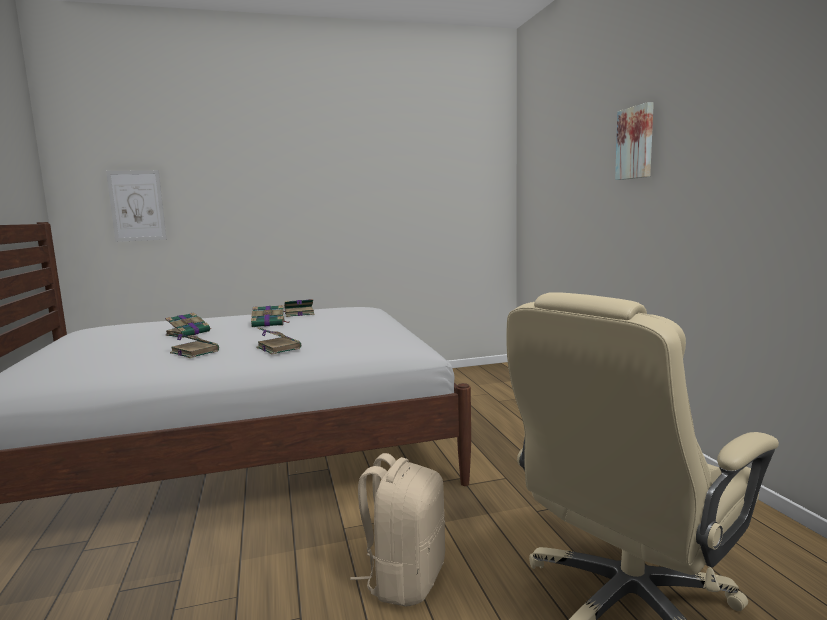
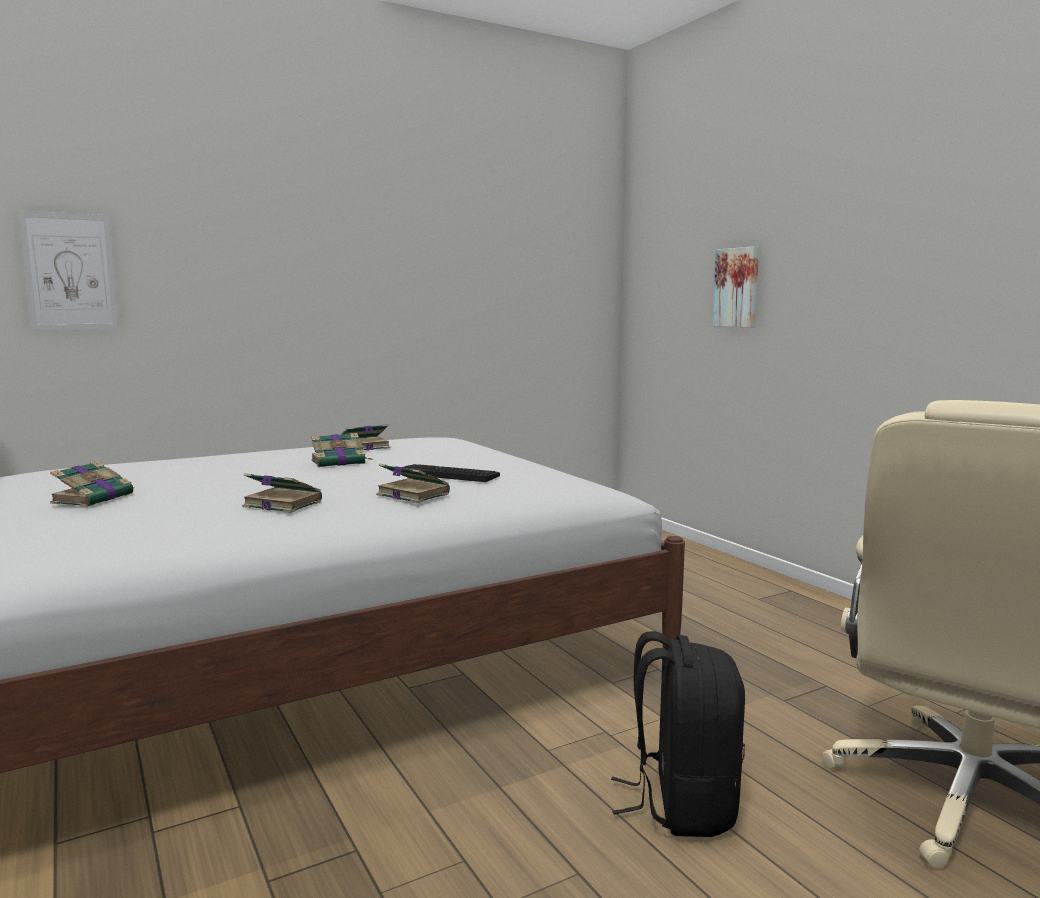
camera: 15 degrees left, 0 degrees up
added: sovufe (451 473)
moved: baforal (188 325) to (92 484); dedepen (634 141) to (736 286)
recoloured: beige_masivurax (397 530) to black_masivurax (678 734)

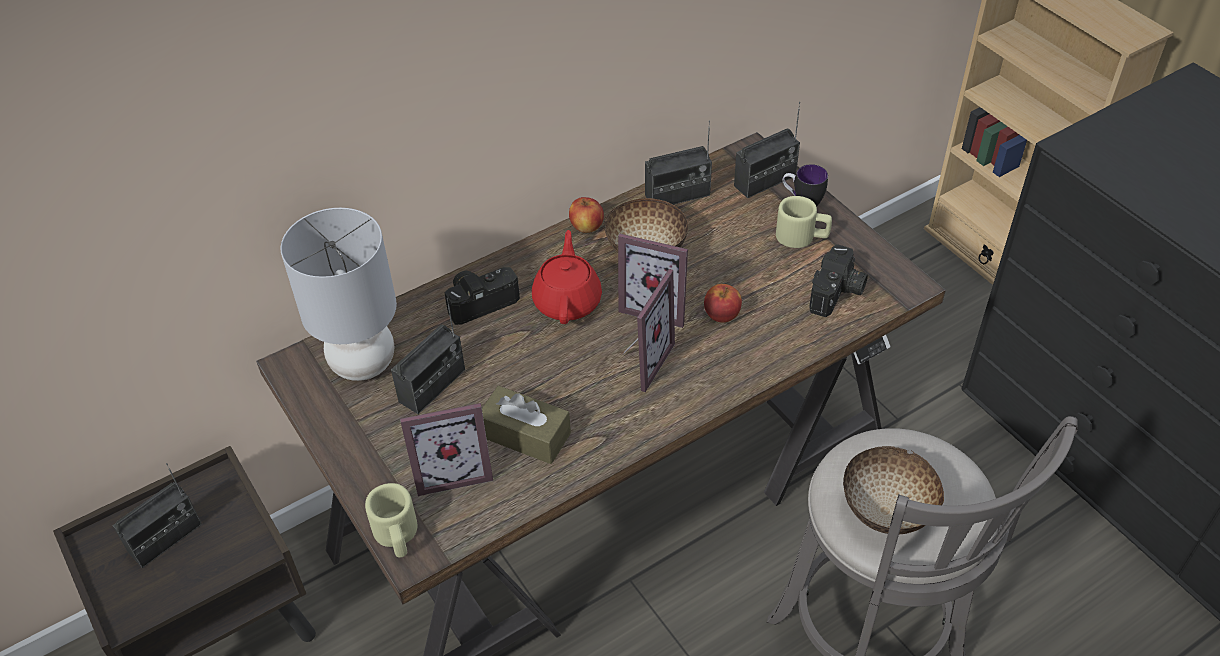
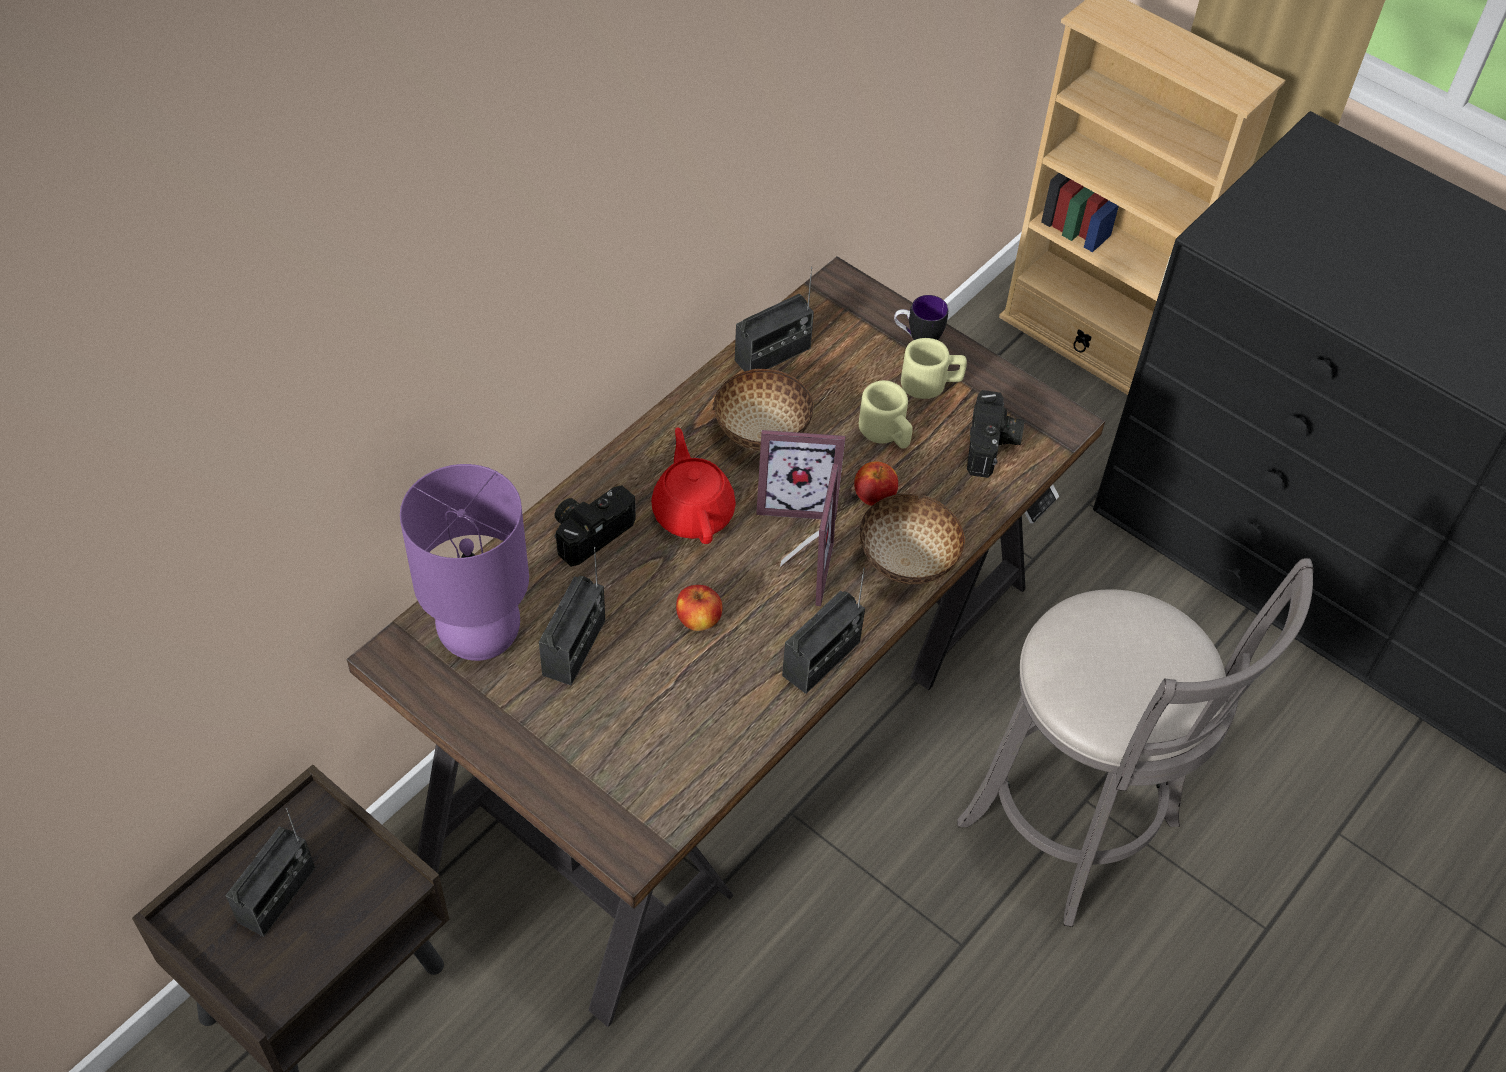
camera: 20 degrees left, 5 degrees up
removed: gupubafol (446 449); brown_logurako (526 425)
moved: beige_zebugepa (391 520) to (886 414); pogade (586 215) to (699 608); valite (767 150) to (823 631); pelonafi (893 490) to (912 538)
recoloured: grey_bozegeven (338 294) to purple_bozegeven (464 562)

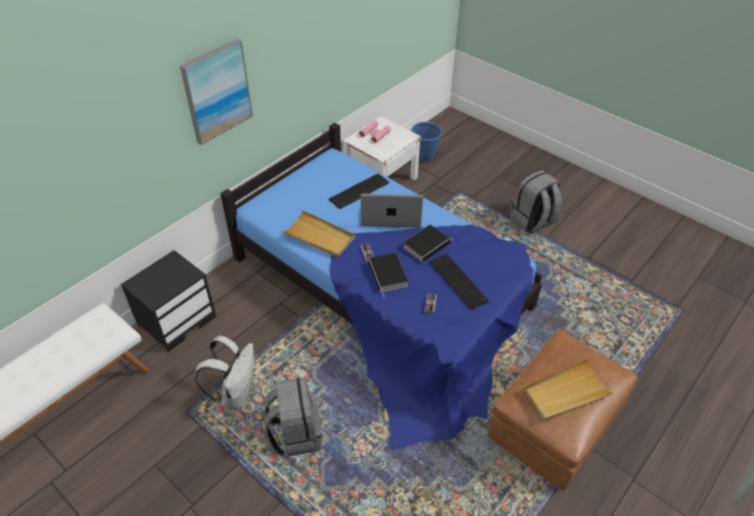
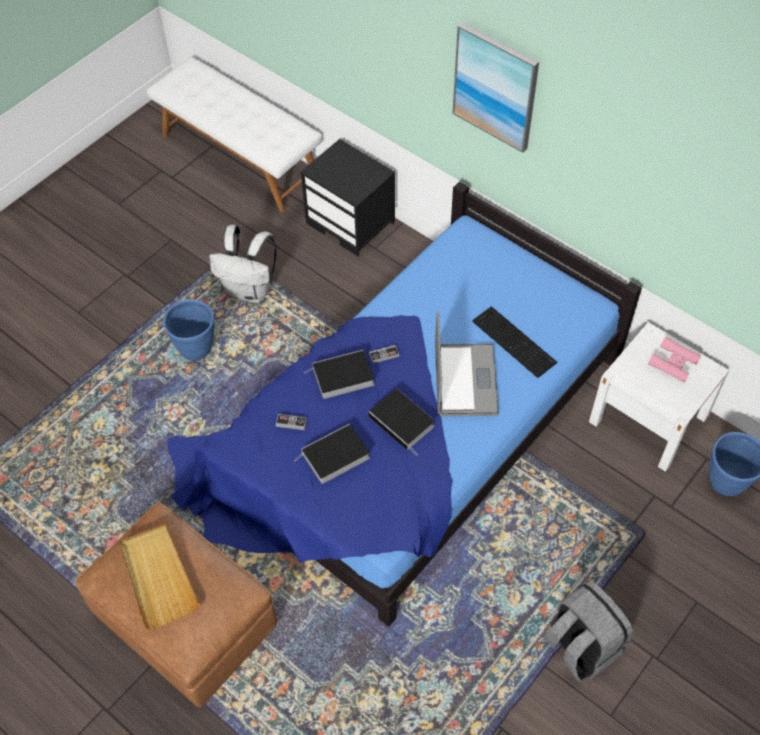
camera: 90 degrees right, 10 degrees up
removed: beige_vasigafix (318 233)
replaced: grey_masivurax (293 417) to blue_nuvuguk (188 330); sovufe (459 282) to baforal (332 454)

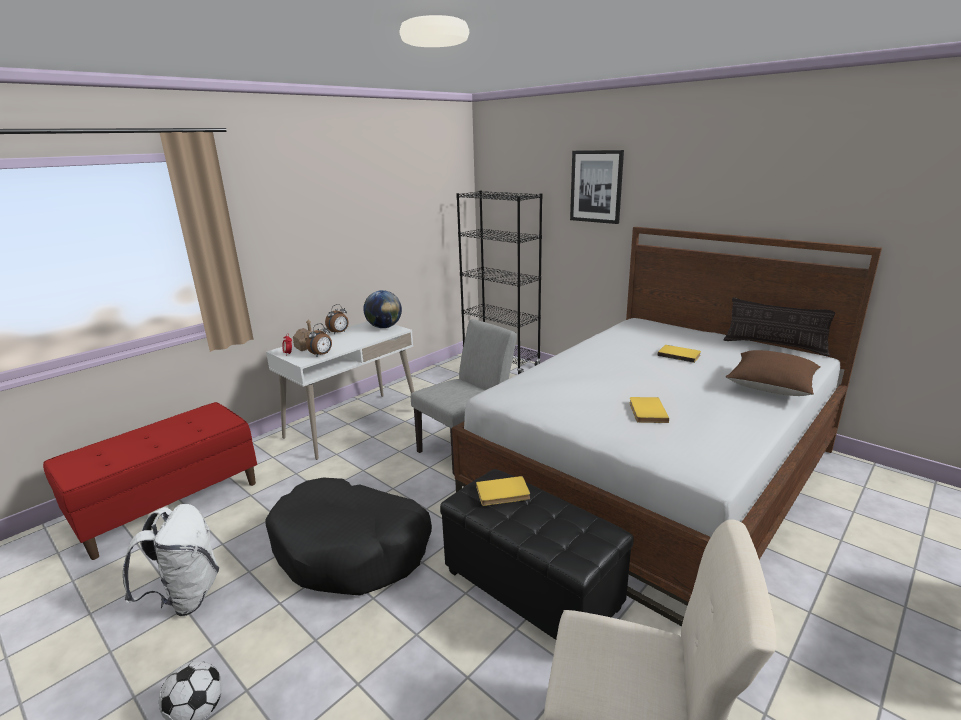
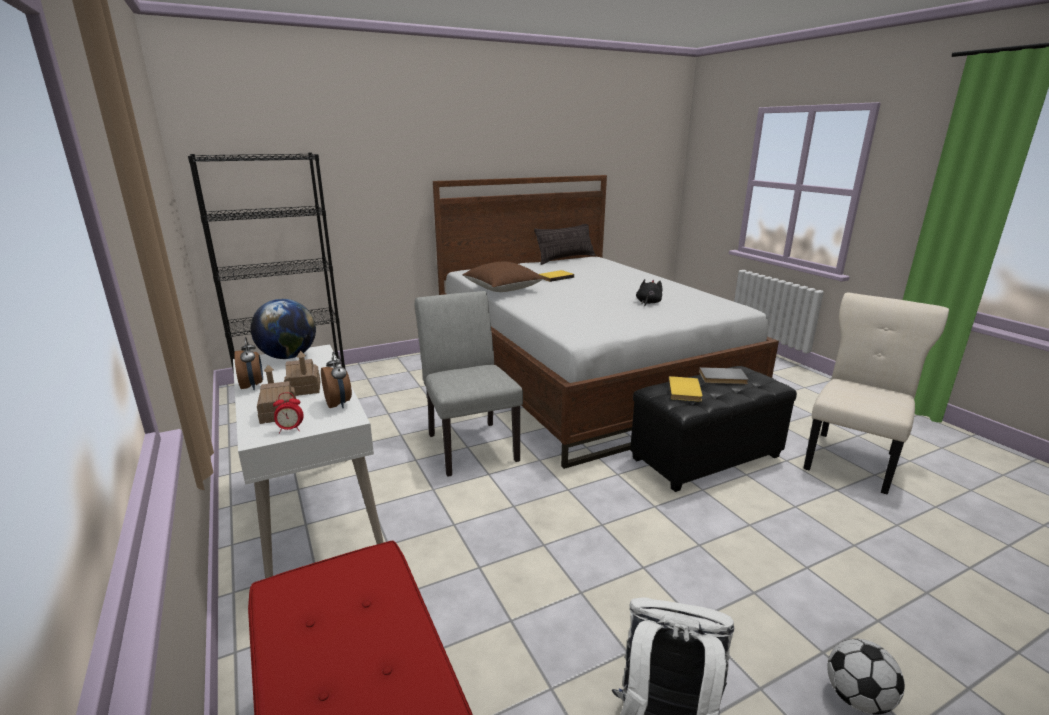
camera: 70 degrees left, 0 degrees up
removed: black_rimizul (349 536); dedepen (597 187)
added: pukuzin (302 373); grey_baforal (723 375)
moved: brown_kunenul (773 373) to (503 277)
replaced: yellow_baforal (649 410) to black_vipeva (649 292)

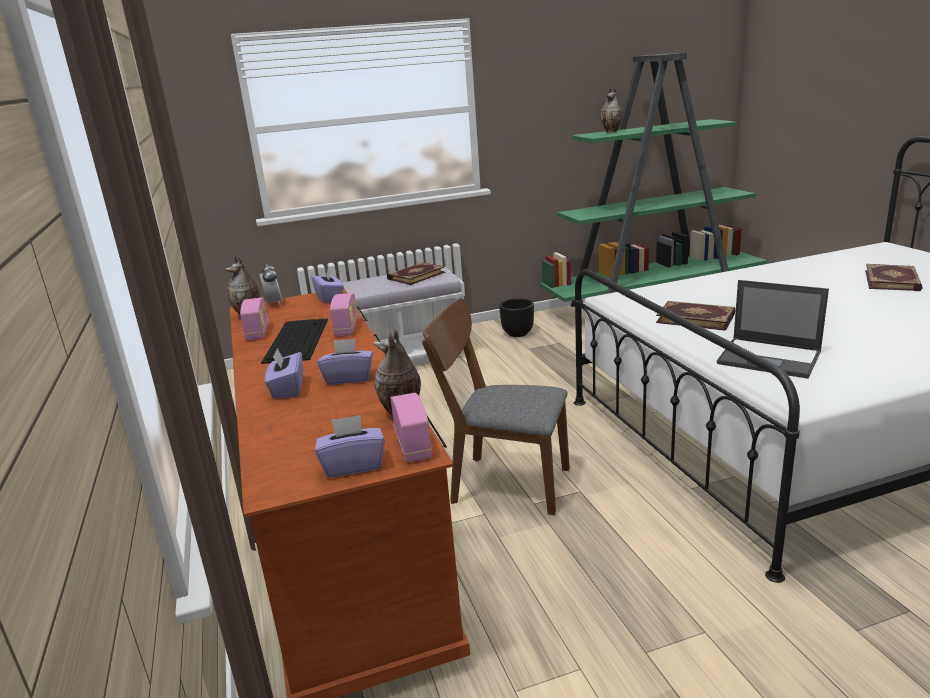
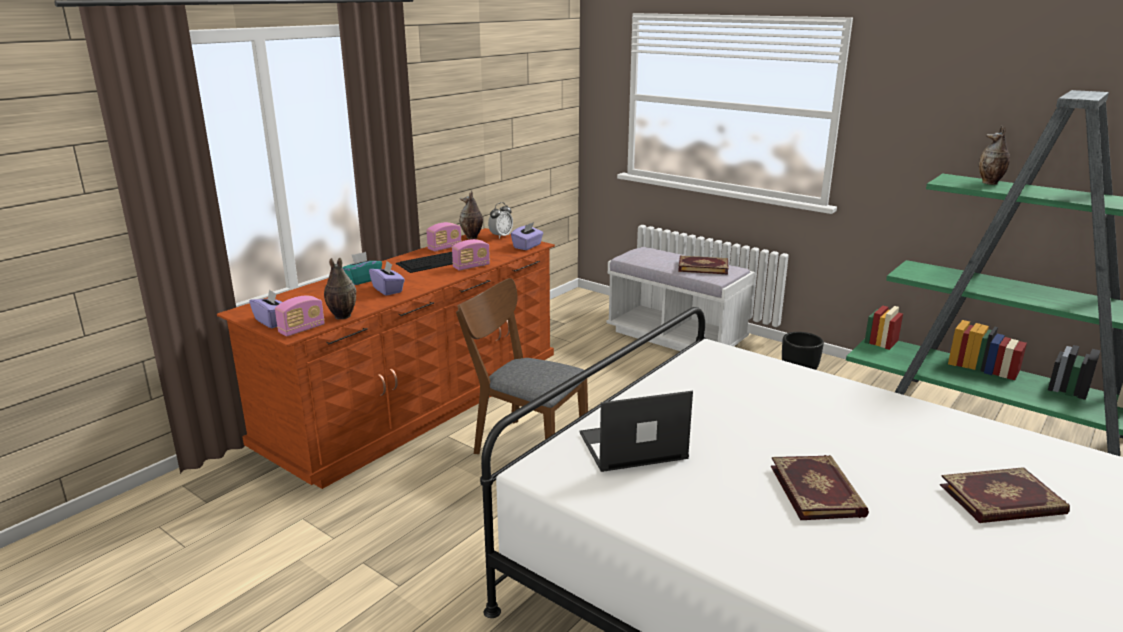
camera: 55 degrees right, 0 degrees up
moved: baforal (695 316) to (820 487)
recoloured: purple_logurako (284 373) to turquoise_logurako (362 268)
turned: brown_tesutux (496 406) = (522 366) 45 degrees counterclockwise; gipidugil (773 329) = (636 431) 75 degrees clockwise

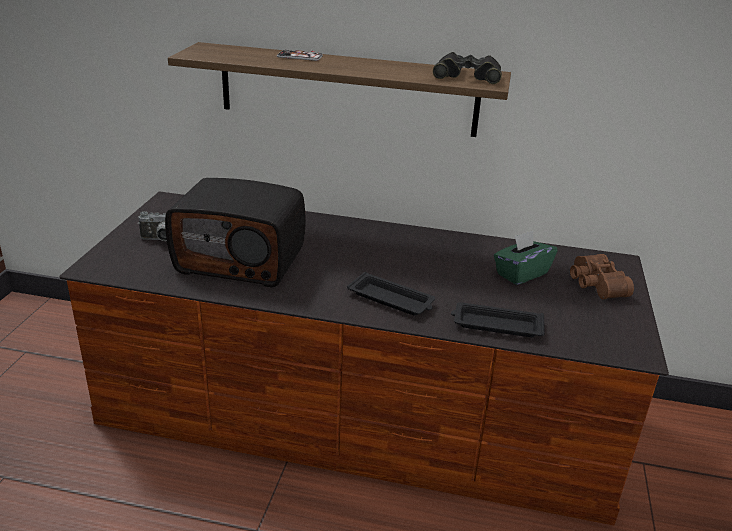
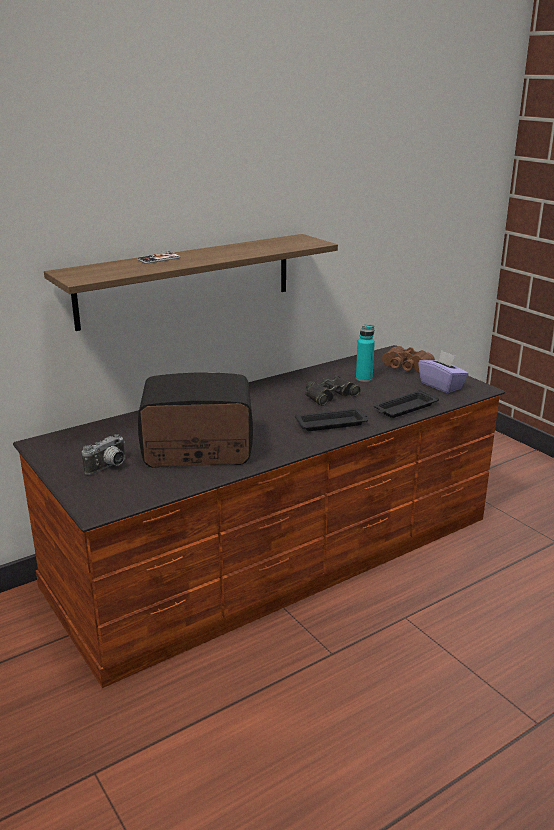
camera: 45 degrees left, 5 degrees down
added: purple_logurako (443 371)
moved: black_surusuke (467 68) to (333 391)
replaced: green_logurako (526 258) to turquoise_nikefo (365 353)
turned: valite (235 233) = (195 420) 150 degrees counterclockwise

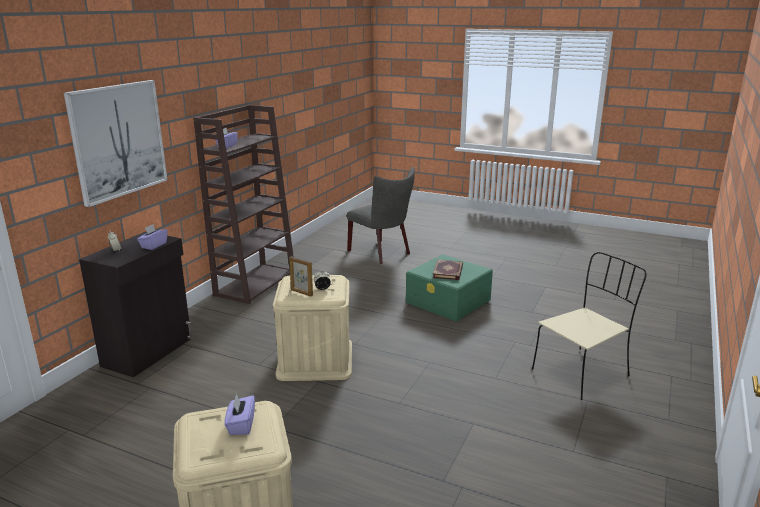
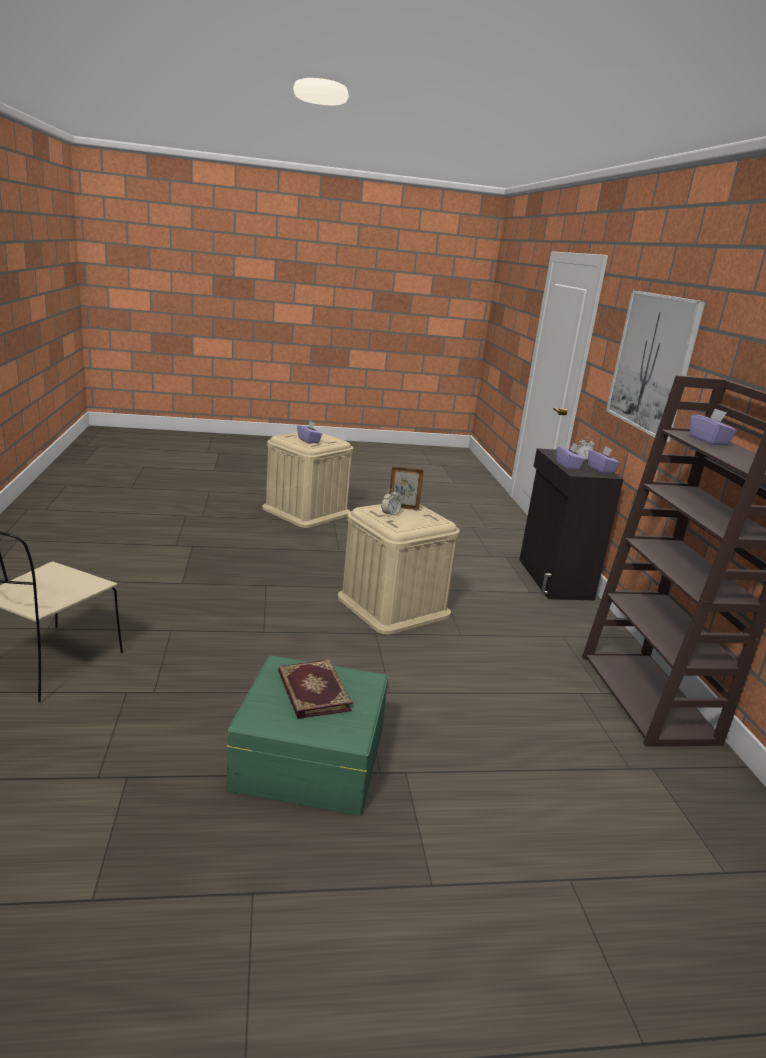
camera: 145 degrees right, 0 degrees up
removed: grey_tesutux (381 215)
added: purple_logurako (604 460)

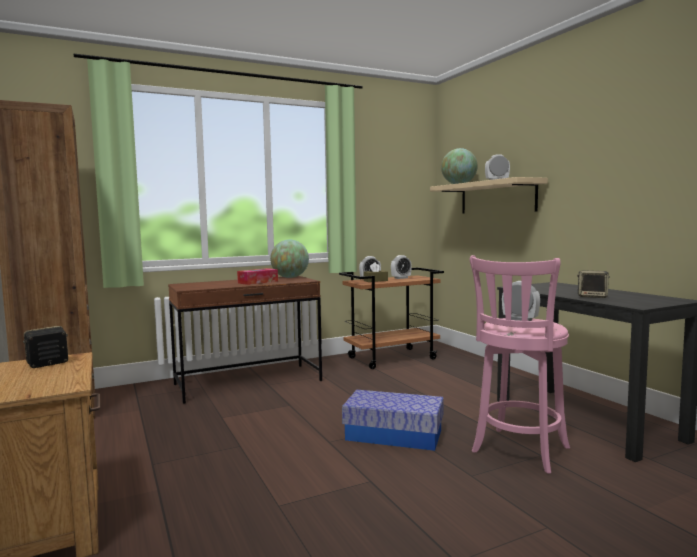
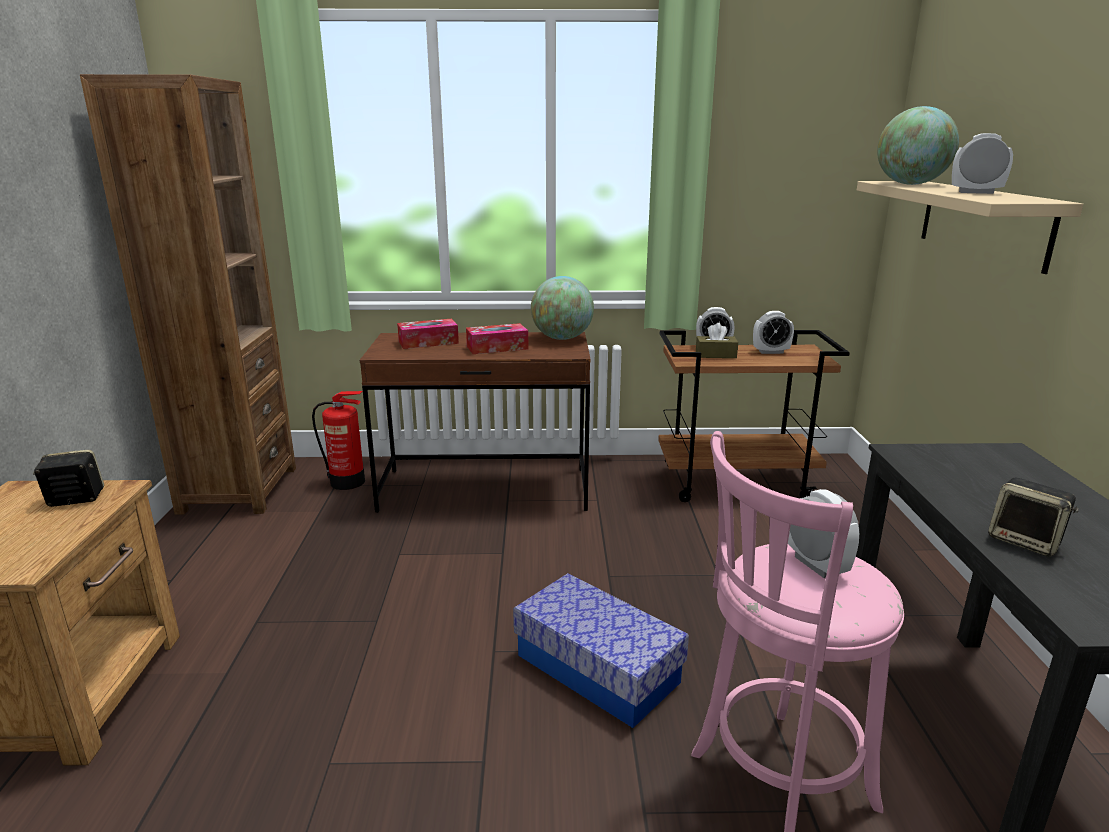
camera: 25 degrees right, 15 degrees up
added: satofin (338 440); logurako (428 334)

